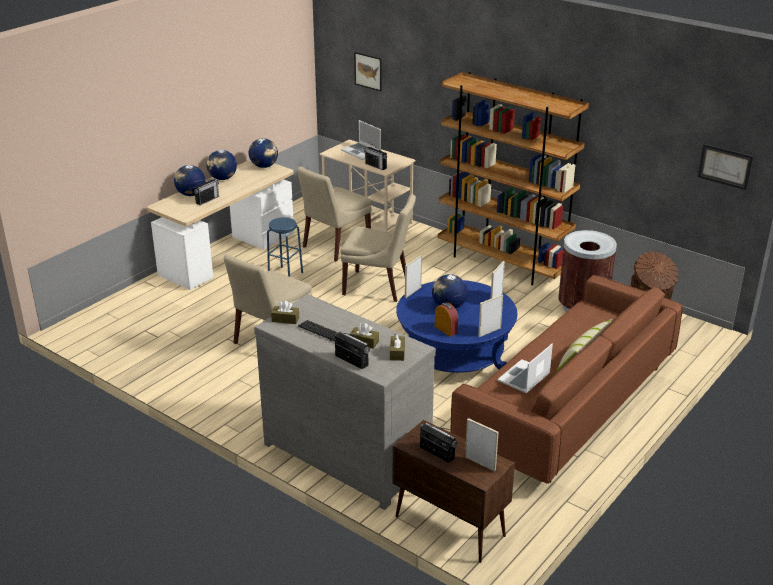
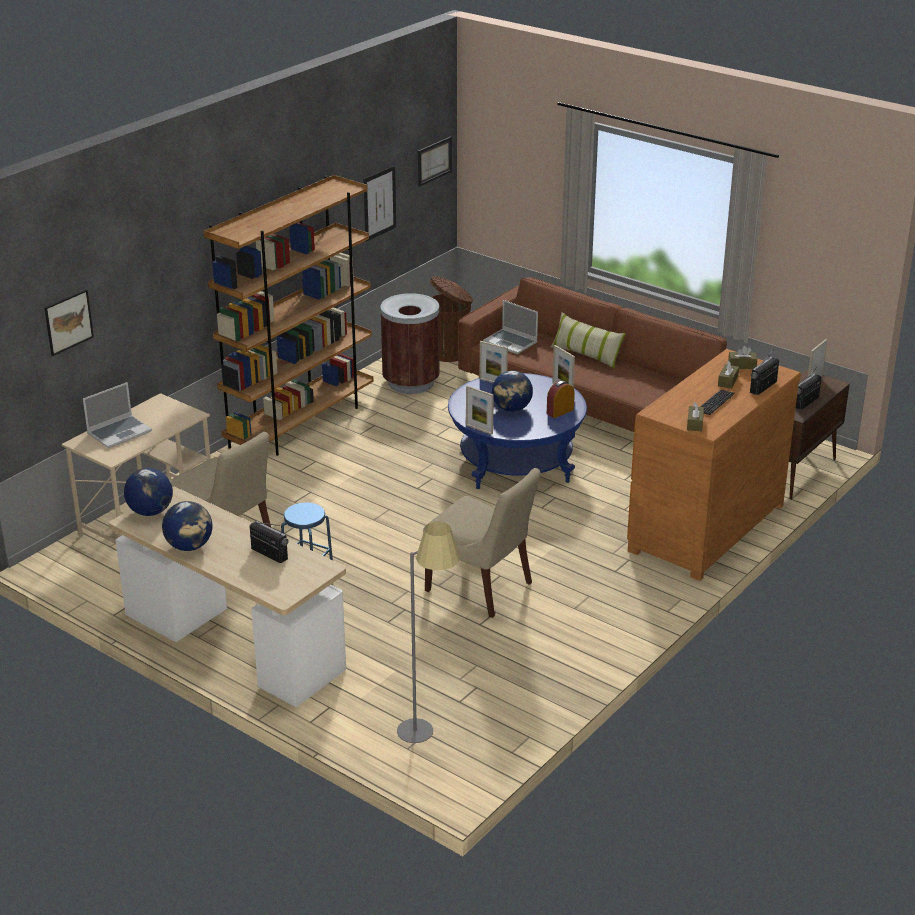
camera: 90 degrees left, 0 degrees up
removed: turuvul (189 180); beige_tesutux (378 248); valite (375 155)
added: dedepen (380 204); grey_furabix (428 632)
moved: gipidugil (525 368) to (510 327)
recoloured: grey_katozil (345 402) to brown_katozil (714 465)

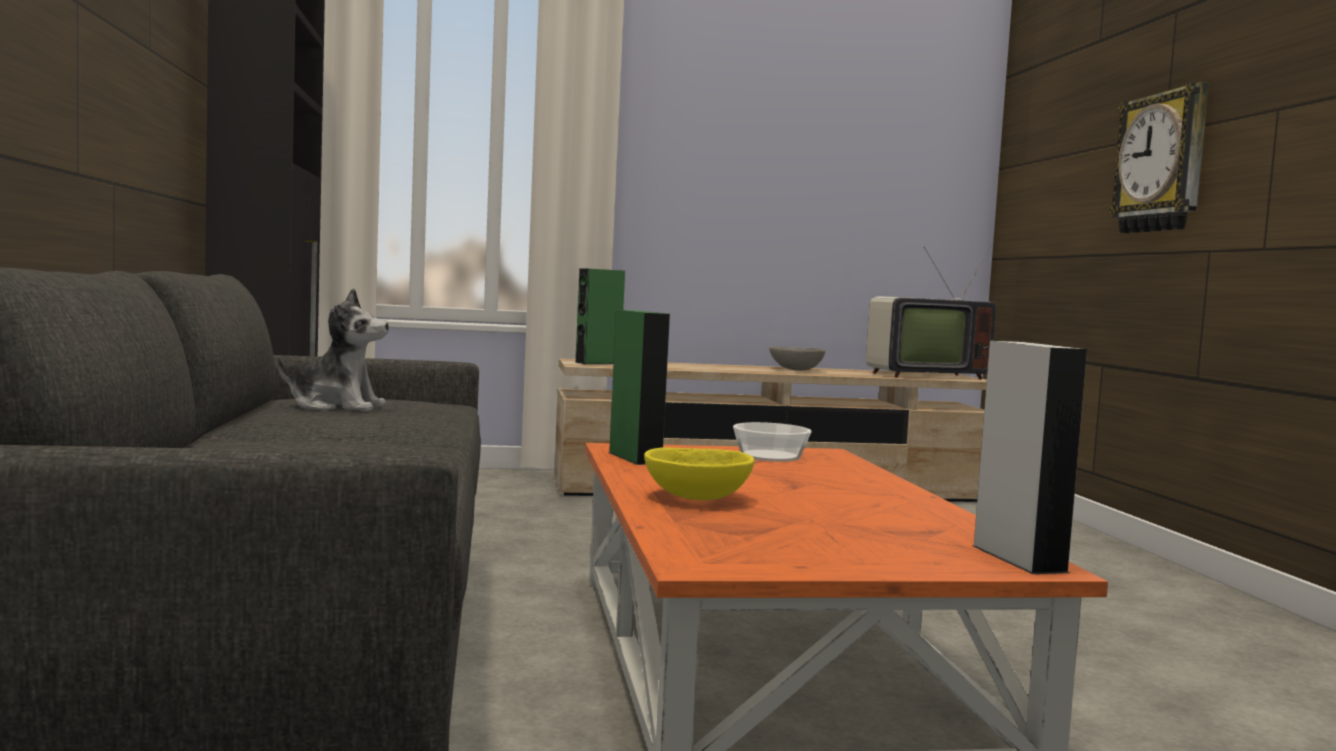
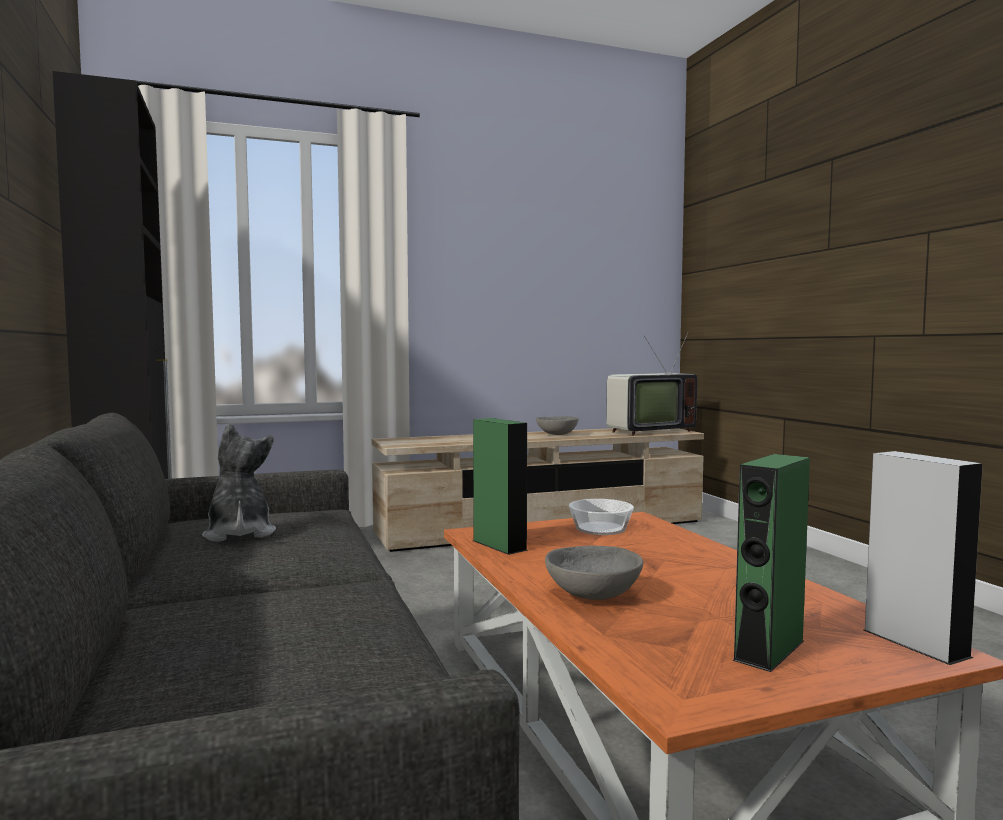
camera: 10 degrees left, 0 degrees up
removed: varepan (1159 157)
moved: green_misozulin (600 316) to (771 563)
recoloured: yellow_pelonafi (699 473) to grey_pelonafi (594 573)
turned: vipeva (333 349) = (239 482) 105 degrees counterclockwise

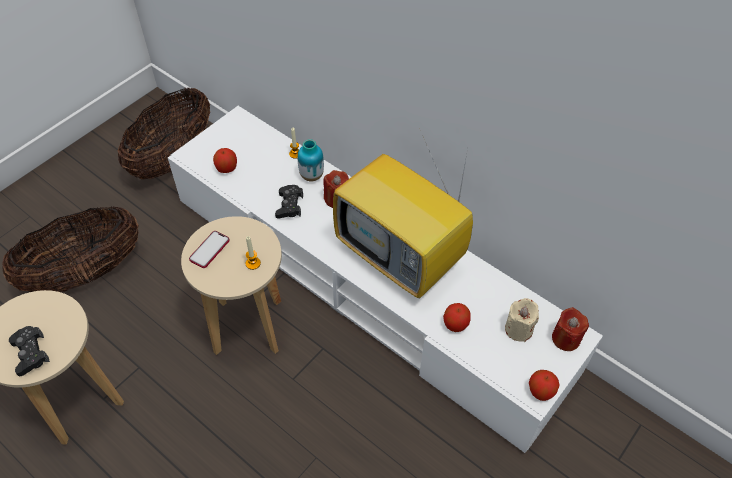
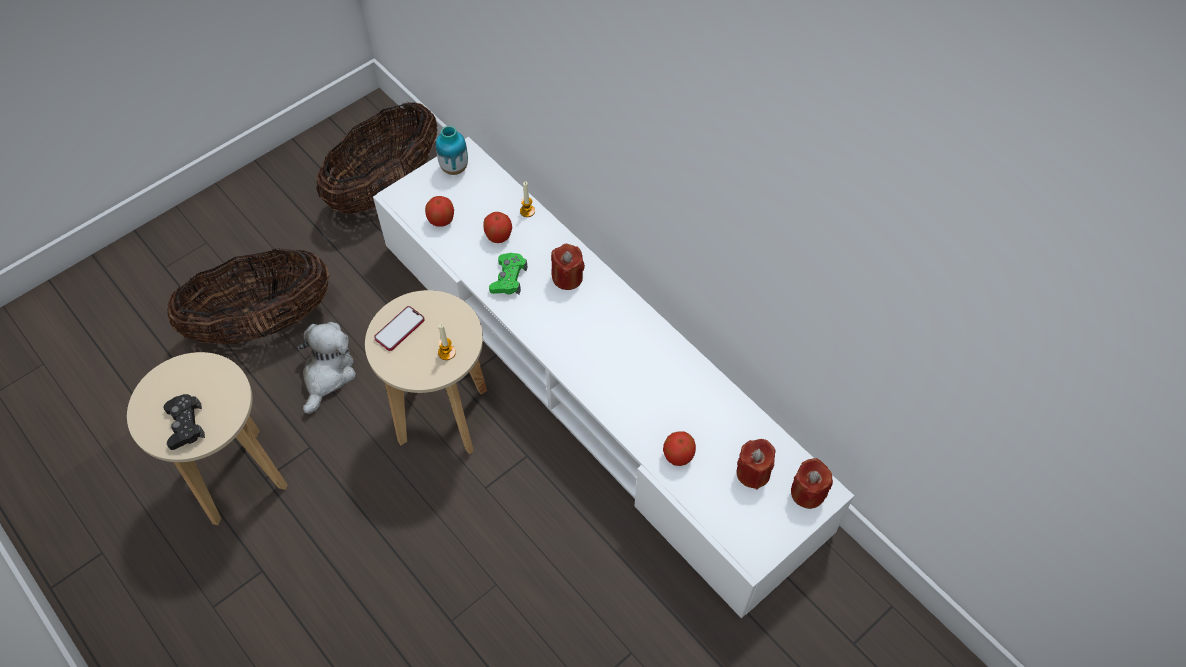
camera: 10 degrees right, 5 degrees up
removed: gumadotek (403 217)
added: vipeva (327 368)
moved: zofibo (311 160) to (452 150); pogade (544 385) to (497 227)
recoloured: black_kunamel (289 202) to green_kunamel (508 273); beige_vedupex (522 320) to red_vedupex (756 464)

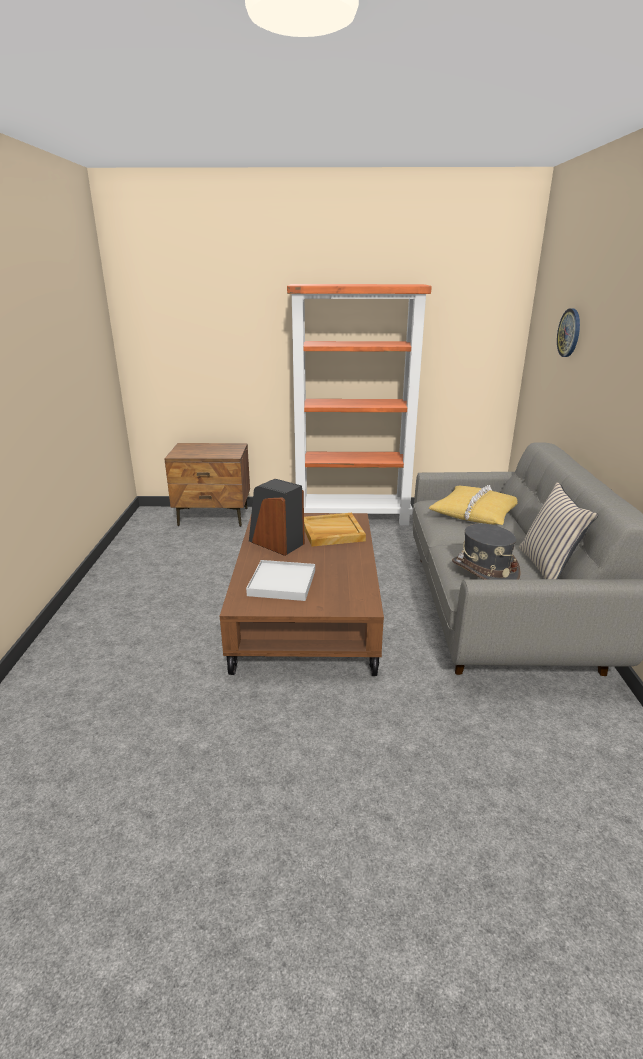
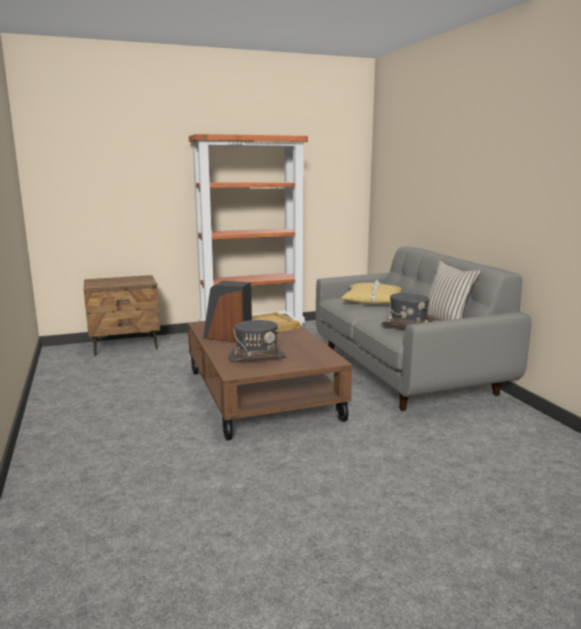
camera: 20 degrees left, 10 degrees down
removed: varepan (568 332)
replaced: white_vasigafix (280 580) to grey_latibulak (257 340)

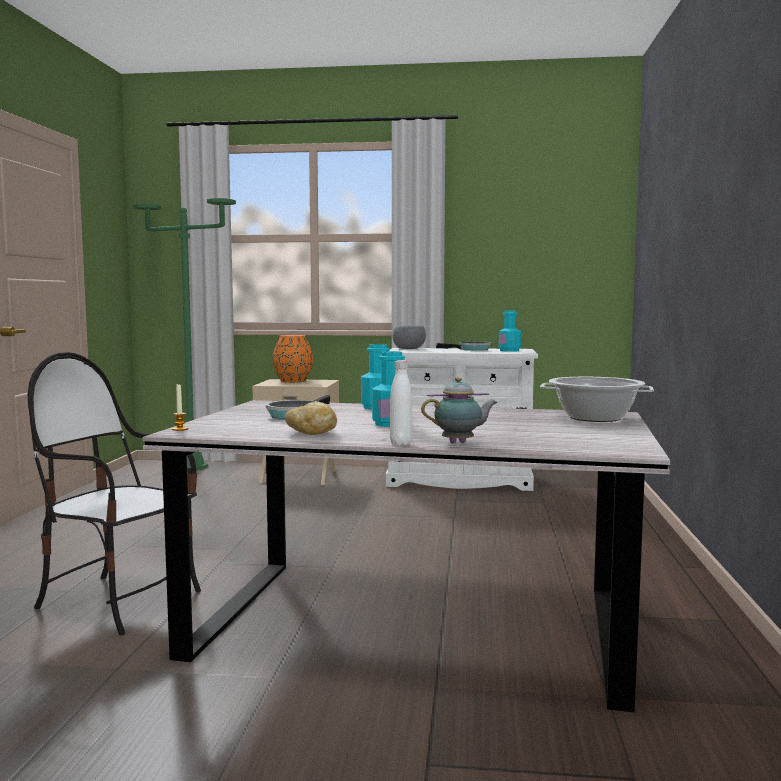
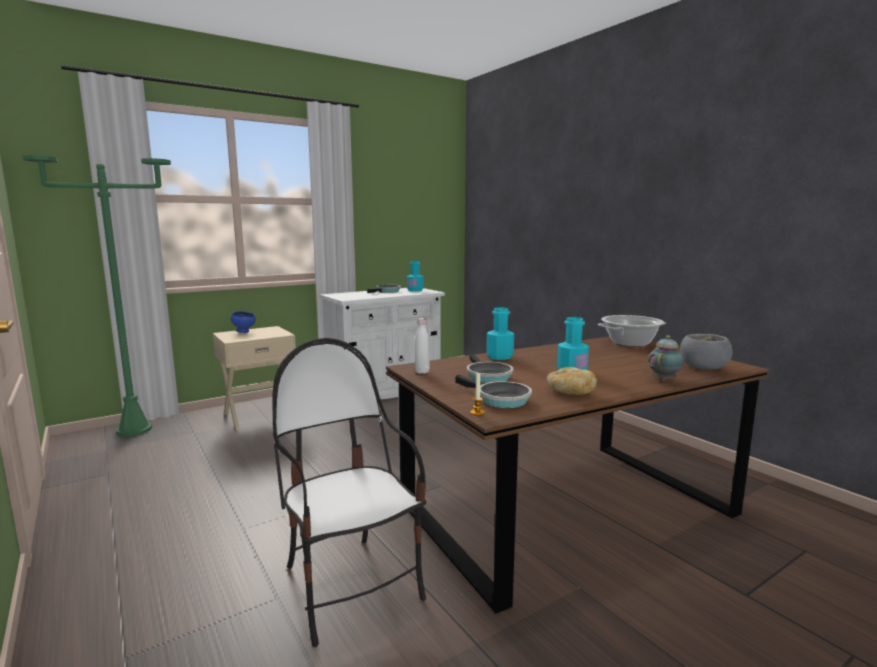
camera: 40 degrees left, 5 degrees up
added: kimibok (493 391)
moved: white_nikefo (401 403) to (422 346); grey_pelonafi (409 337) to (706 352)
replaced: orange_zofibo (293 358) to blue_pelonafi (243 322)
recoloured: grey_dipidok (406 556) to brown_dipidok (577 475)
turned: tesutux (114 493) = (349 492) 75 degrees clockwise

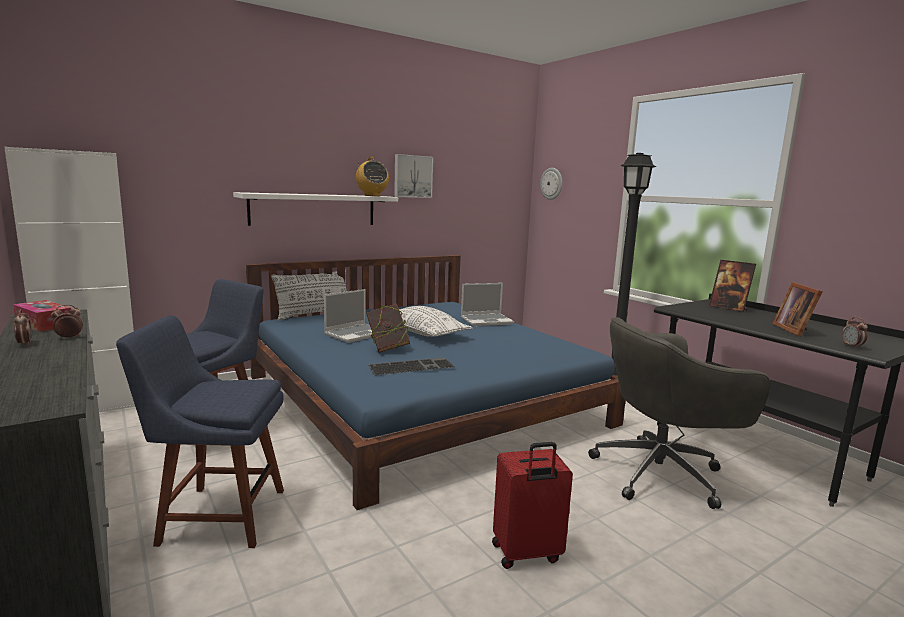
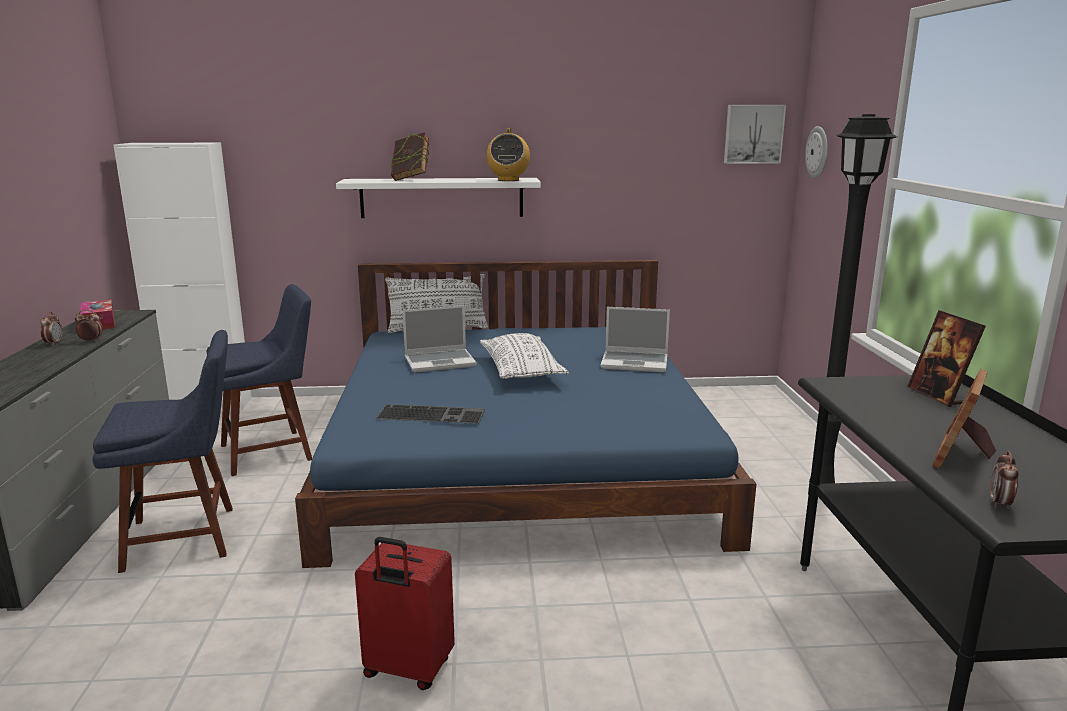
camera: 30 degrees right, 5 degrees up
removed: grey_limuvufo (679 413)
moved: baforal (388 328) to (410 156); dedepen (413 176) to (755 134)
turned: blue_tesutux (200 431) = (162 451) 135 degrees clockwise

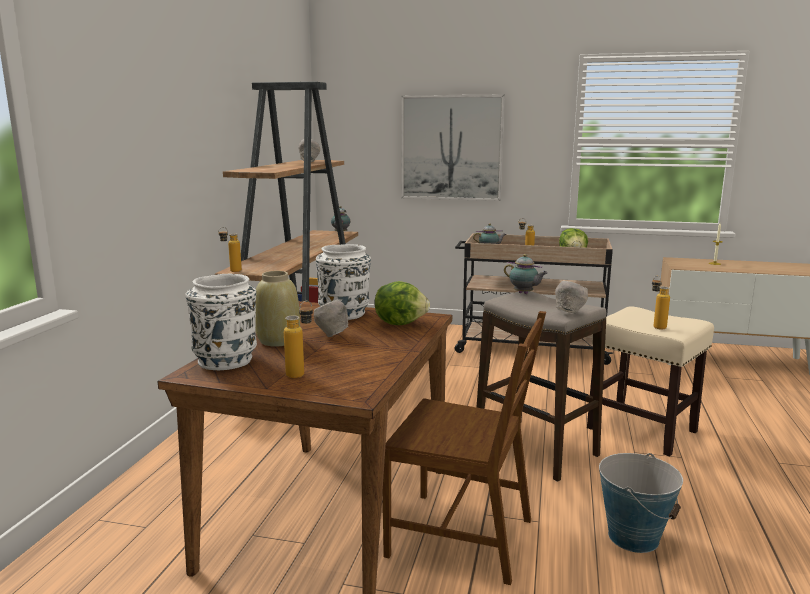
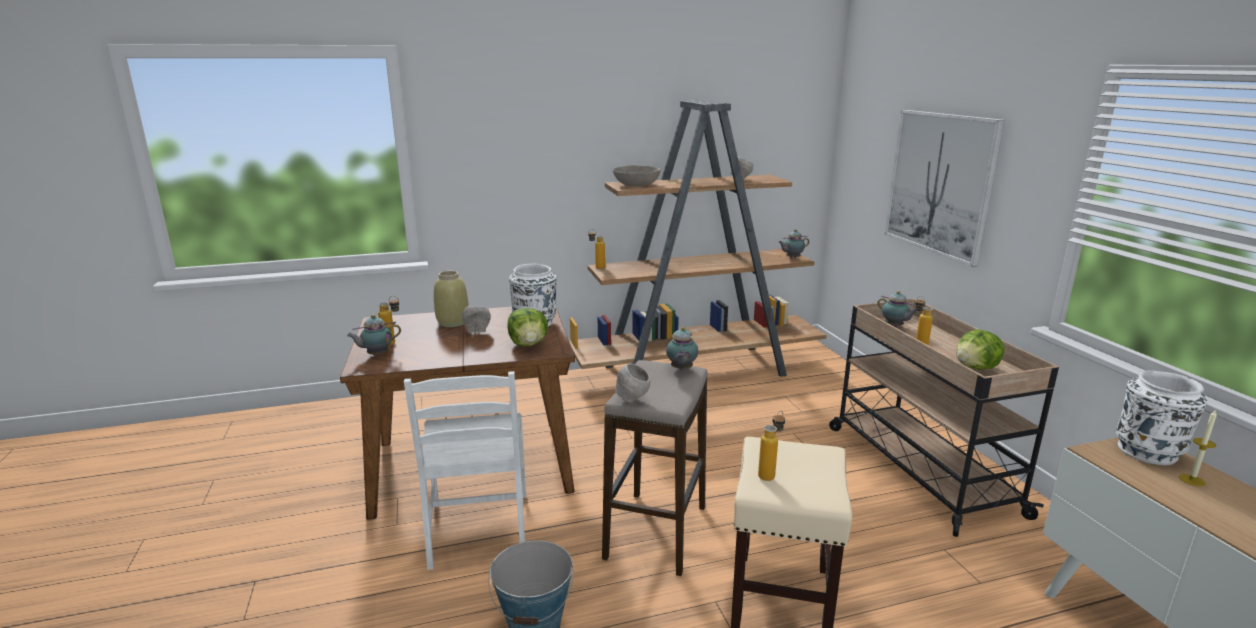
camera: 60 degrees right, 5 degrees up
added: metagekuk (374 335); grey_pelonafi (636 175)
moved: white_zofibo (221 322) to (1162 418)
recoloured: brown_tesutux (464 448) to white_tesutux (465 470)

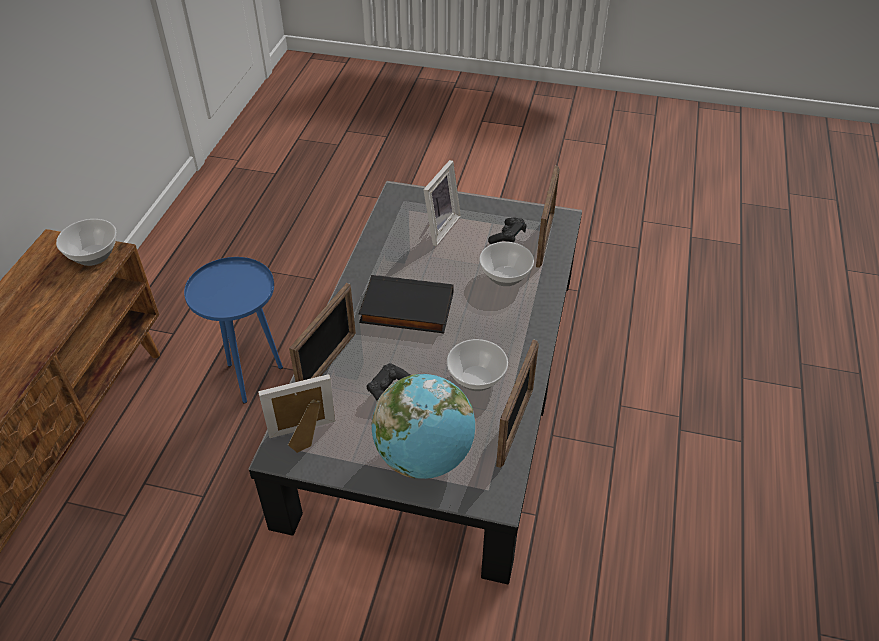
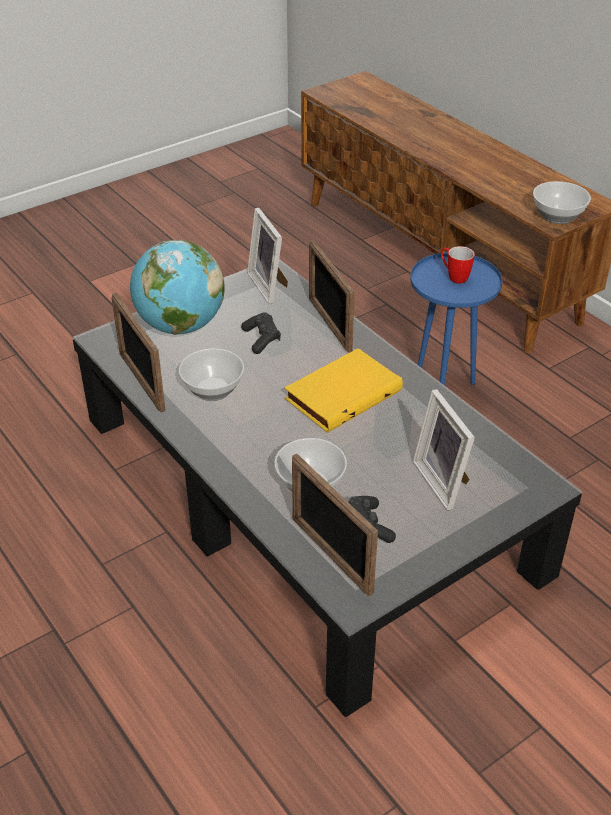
camera: 130 degrees right, 5 degrees down
added: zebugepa (458 265)
recoloured: black_baforal (406 304) to yellow_baforal (344 390)
turned: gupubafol (296 413) = (267 256) 135 degrees clockwise

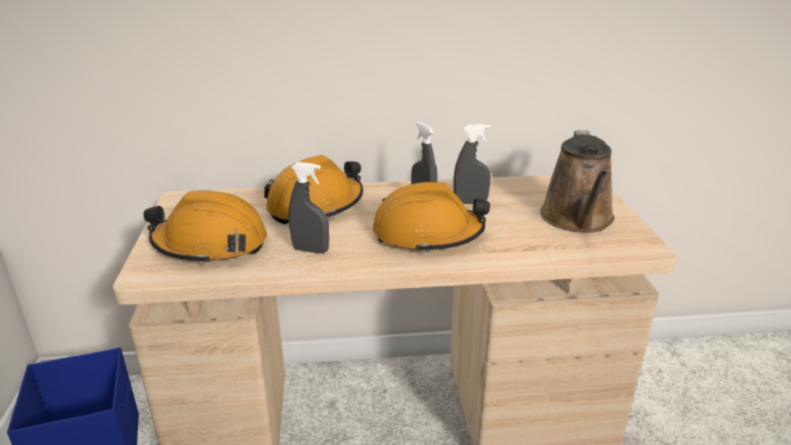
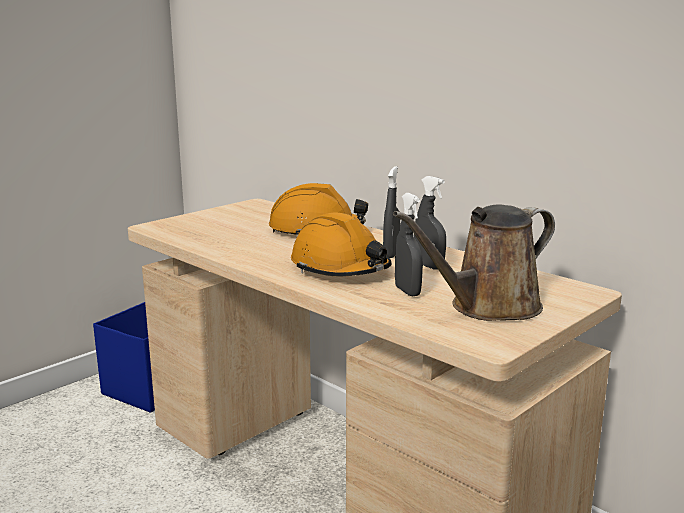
camera: 50 degrees right, 10 degrees down
removed: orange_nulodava (205 227)
moved: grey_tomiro (309 208) to (409 244)

